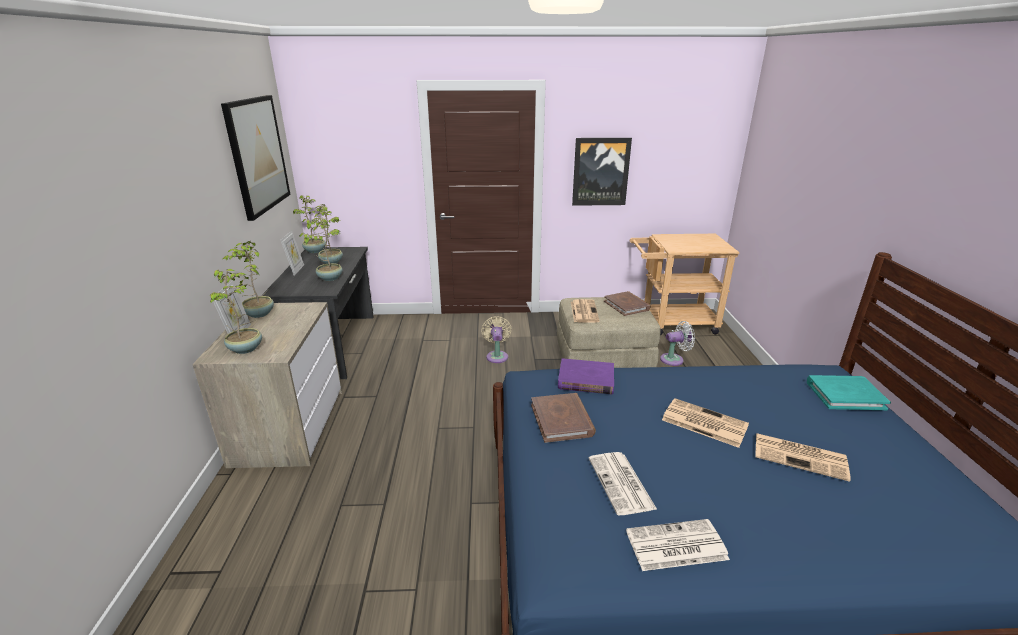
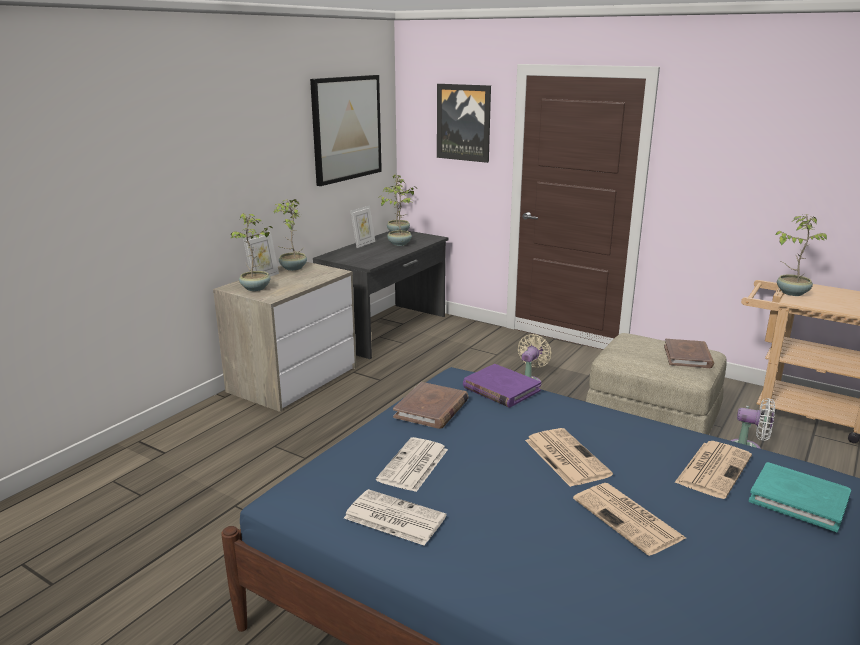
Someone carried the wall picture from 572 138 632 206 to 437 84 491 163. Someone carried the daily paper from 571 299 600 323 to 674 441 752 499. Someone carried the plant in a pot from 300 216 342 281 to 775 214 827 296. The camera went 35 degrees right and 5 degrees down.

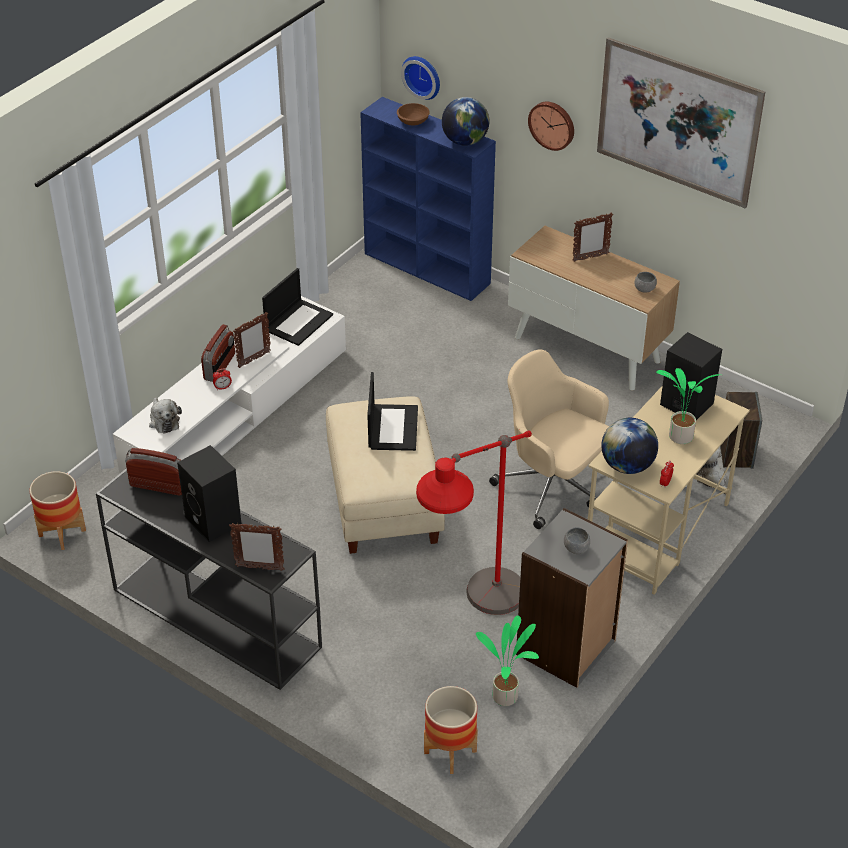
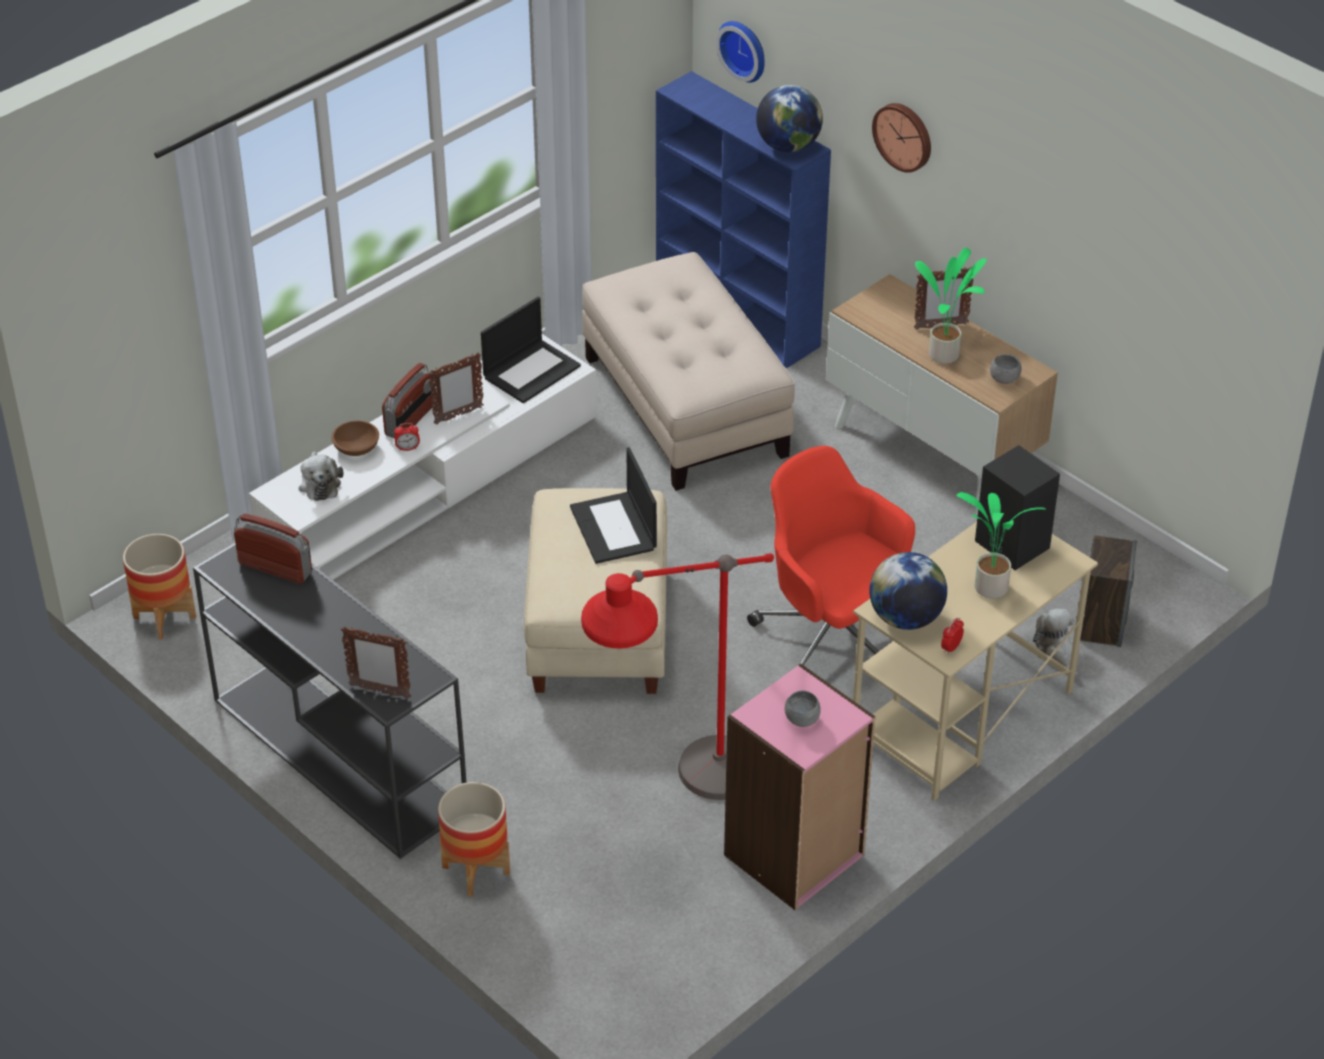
Someone carried the brownish deep dish from 397 103 430 125 to 331 421 379 456. Someone carried the flower pot from 424 686 478 774 to 438 782 510 897. Someone rotated the laptop at 367 372 418 451 by 150 degrees clockwise. Someone put down the beige footrest at 582 252 795 491. Someone repainted the grey shelving unit at 516 508 628 688, which became the pink-coloured shelving unit at 724 663 876 910. Someone repainted the beige office chair at 489 349 609 529, which became the reddish office chair at 747 446 915 665. Someone carried the plant in a pot from 476 615 539 706 to 915 248 987 364. Someone took away the blackish speaker at 177 445 241 542. Someone took away the wall picture at 597 37 765 209. The camera went 10 degrees right and 0 degrees up.

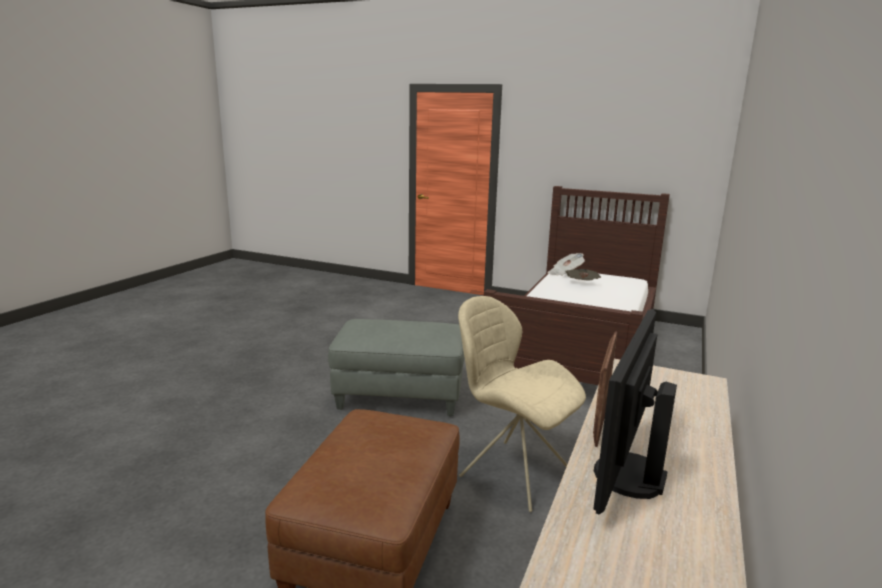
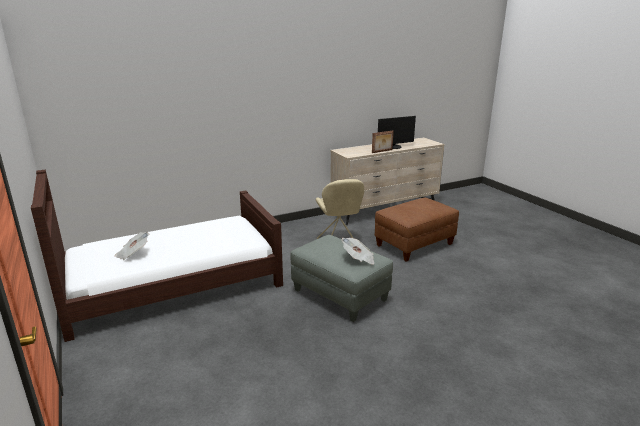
Someone carried the daily paper from 548 253 585 276 to 342 238 374 265. The camera went 140 degrees left and 5 degrees up.

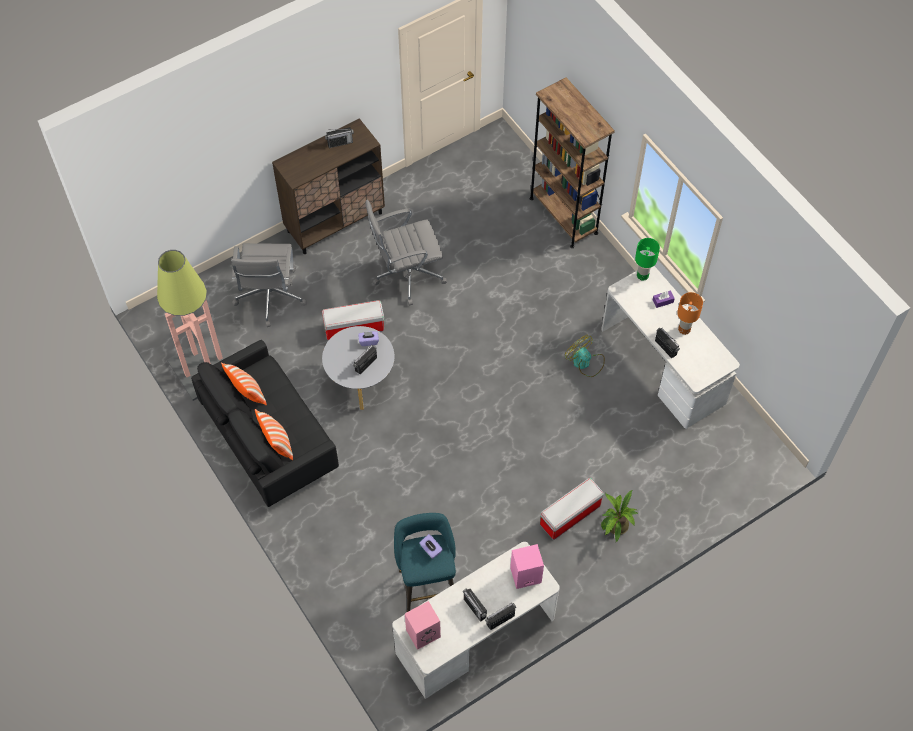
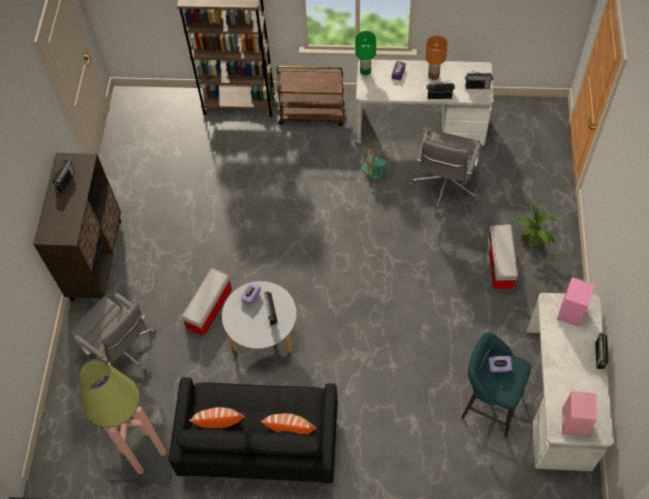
Someone put down the brownish cart at 277 66 345 126. Someone carried the grey office chair from 365 200 447 306 to 408 130 481 215. Someone carried the radio from 463 589 487 622 to 465 71 493 89. The camera went 50 degrees left and 0 degrees up.

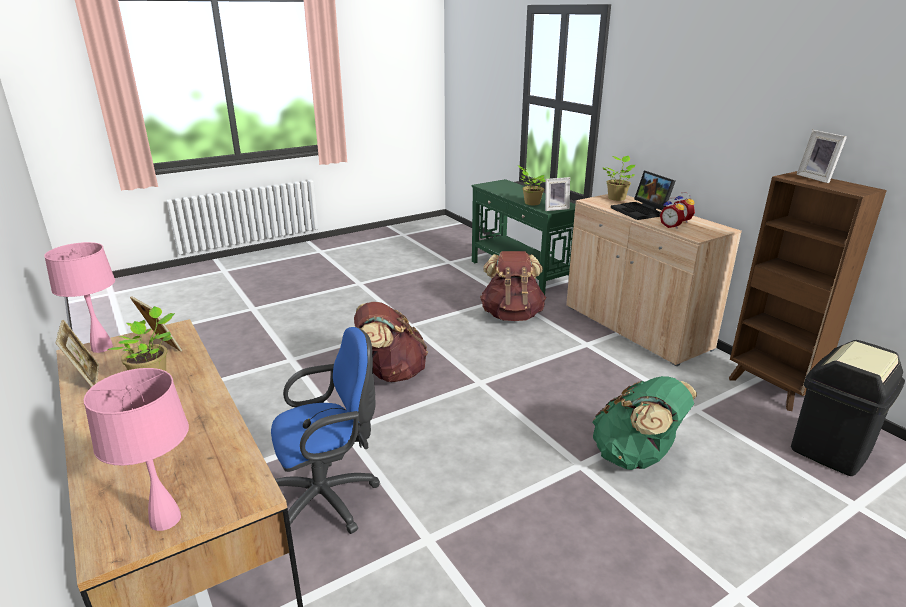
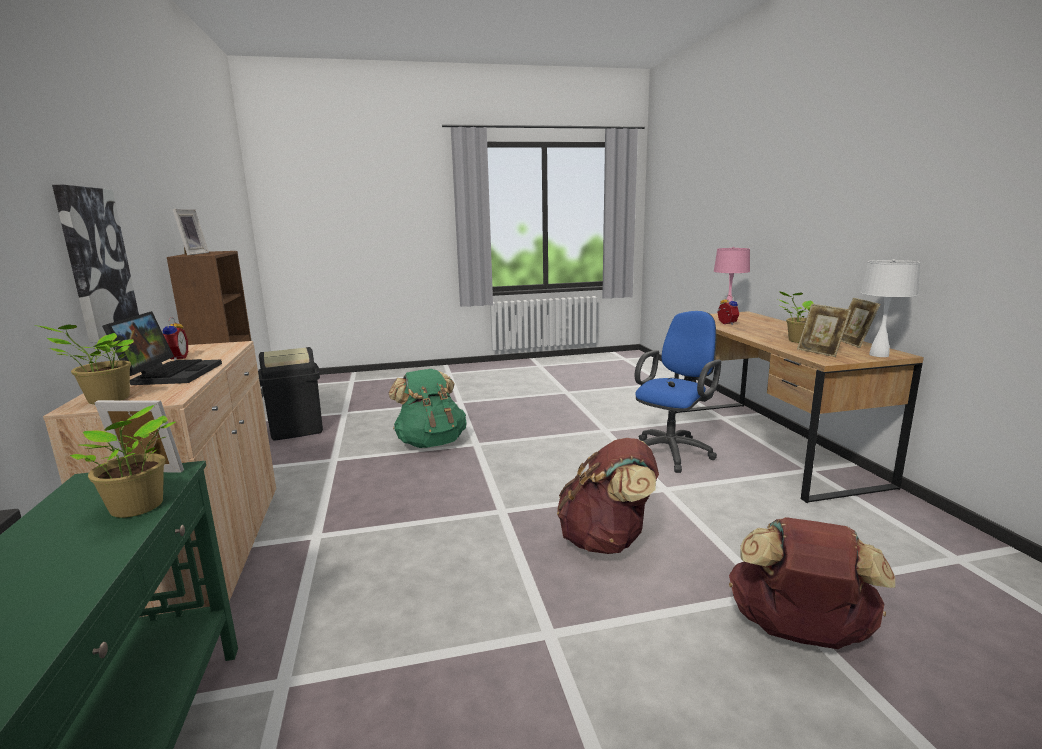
Someone put up the wall picture at 52 185 139 343. Someone rotated the blue office chair at 271 327 380 534 by 135 degrees clockwise. Someone carried the alarm clock from 660 198 685 229 to 717 295 739 325. Someone carried the brownish rucksack from 480 251 546 321 to 729 517 895 649. Someone repainted the pink-coloured lamp for a table at 44 242 115 353, which became the whitish lamp for a table at 860 259 920 357. The camera went 160 degrees left and 10 degrees down.

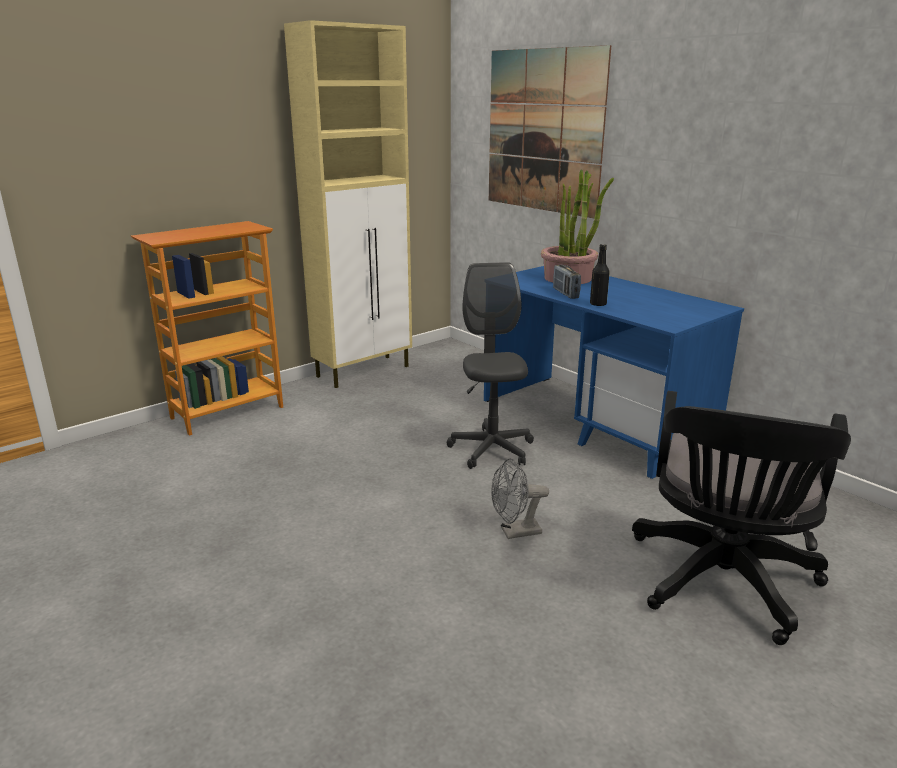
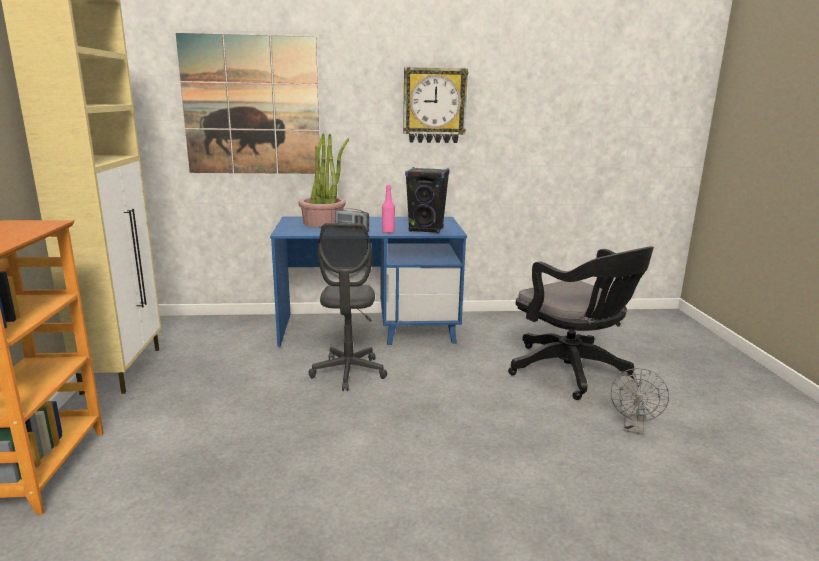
Someone rotated the grey office chair at 447 262 534 469 by 120 degrees counterclockwise. Someone repainted the blackish beverage bottle at 590 244 610 306, which became the pink-coloured beverage bottle at 382 185 395 233. Someone put up the hanging clock at 403 67 468 143. Someone put down the blackish speaker at 405 167 450 234. Someone carried the grey cooling fan from 491 458 549 539 to 611 368 669 435. The camera went 55 degrees left and 5 degrees down.

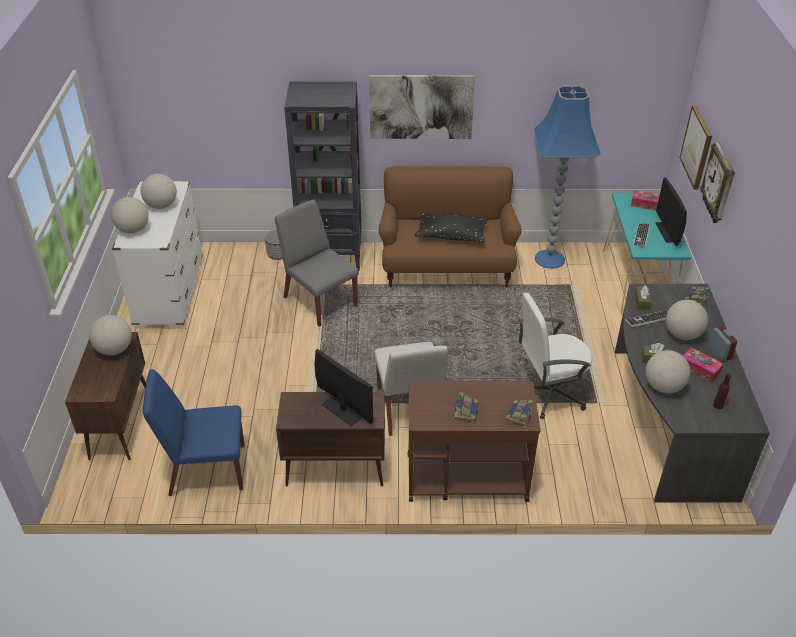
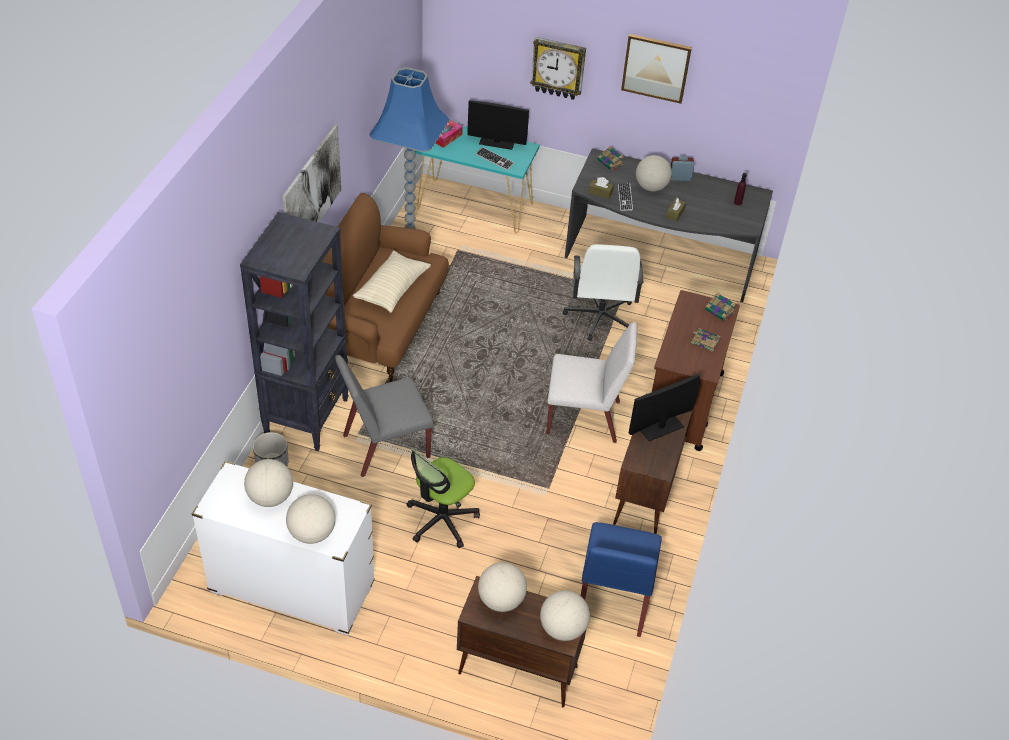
Someone repainted the blackish throw pillow at 415 213 488 243, which became the beige throw pillow at 353 250 431 313. Someone put down the office chair at 407 448 480 548. Someone carried the desk globe from 645 350 690 393 to 540 590 590 641. Someone carried the wall picture from 680 105 712 190 to 621 34 692 104. Someone took away the box of tissues at 682 347 723 383. The camera went 75 degrees left and 5 degrees up.

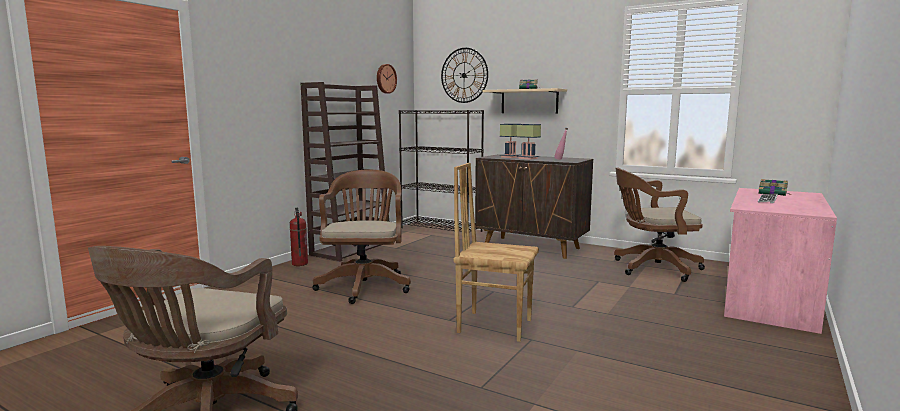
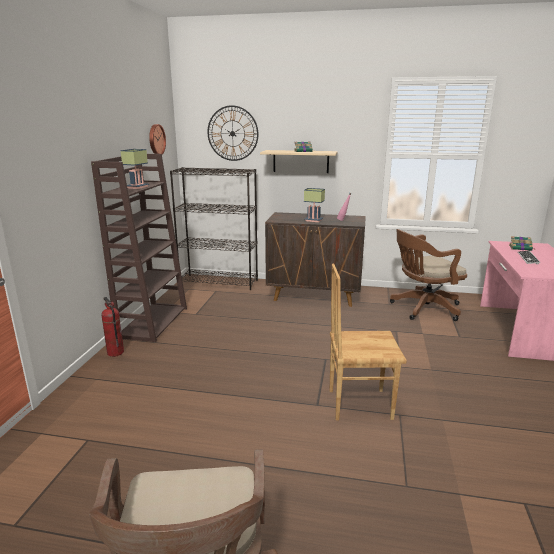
Someone carried the lamp for a table from 500 124 519 158 to 120 149 149 189. Someone took away the brownish office chair at 312 169 411 304. The camera went 20 degrees left and 10 degrees up.

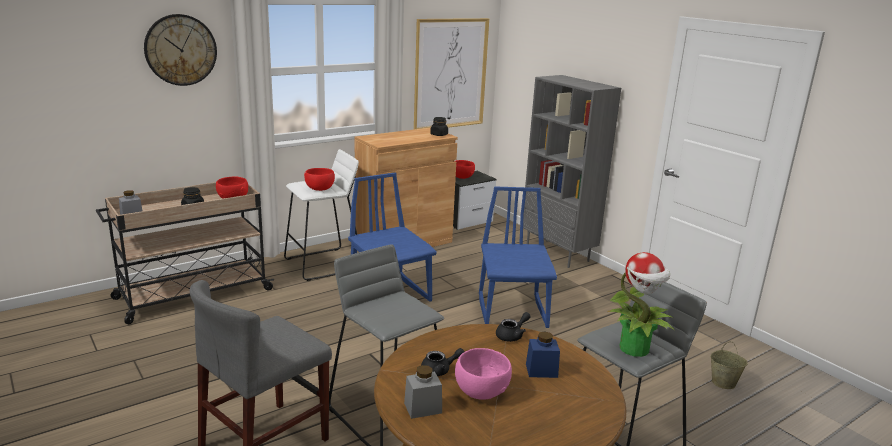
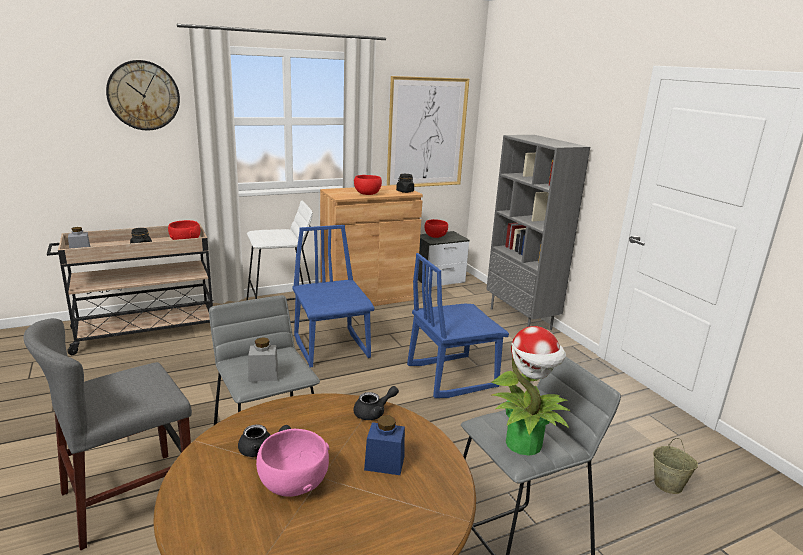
Someone carried the grey storage jar from 404 365 442 419 to 248 337 278 382. Someone carried the reddish deep dish from 304 168 335 191 to 354 175 382 195. Someone rotated the blue plain chair at 479 186 557 328 by 120 degrees counterclockwise. The camera went 10 degrees right and 0 degrees up.

